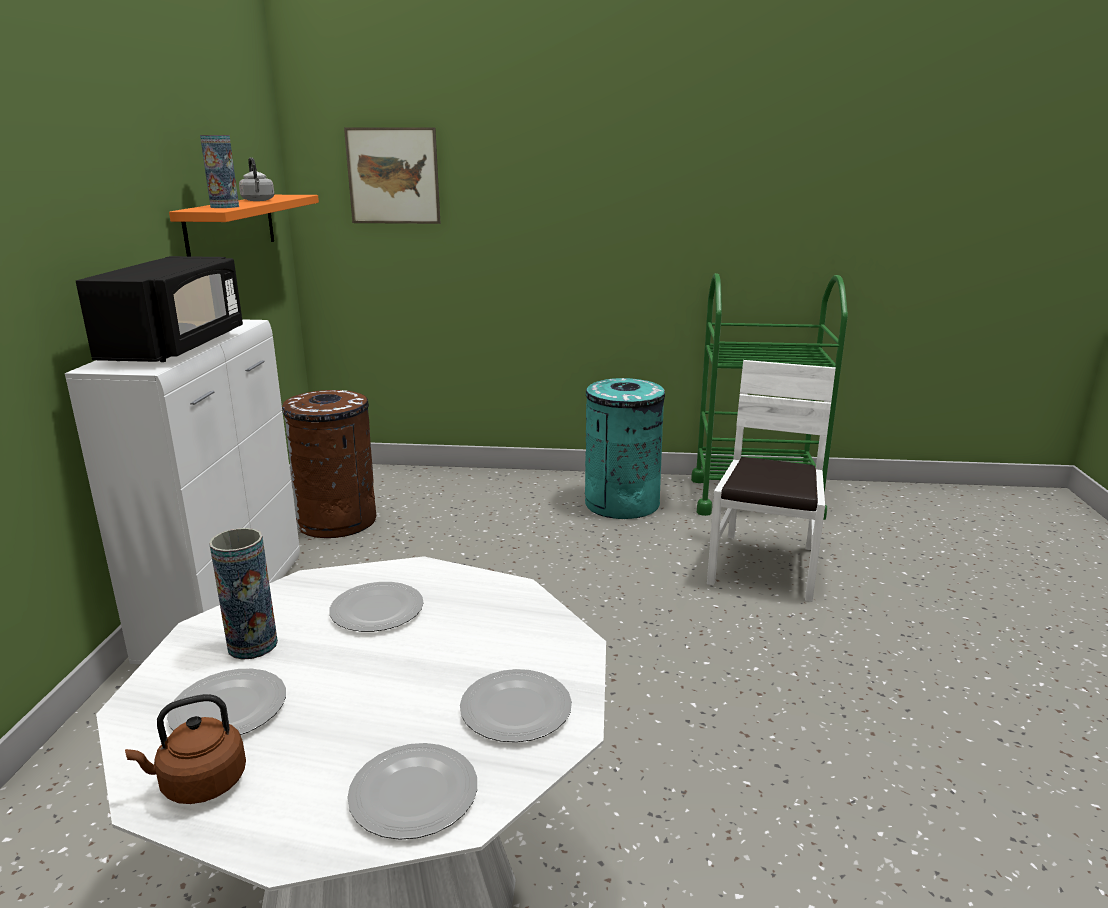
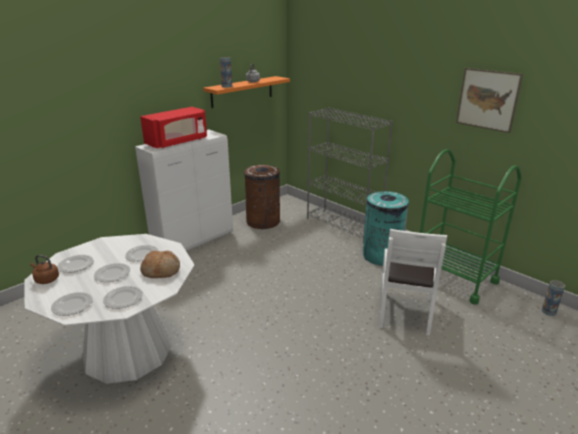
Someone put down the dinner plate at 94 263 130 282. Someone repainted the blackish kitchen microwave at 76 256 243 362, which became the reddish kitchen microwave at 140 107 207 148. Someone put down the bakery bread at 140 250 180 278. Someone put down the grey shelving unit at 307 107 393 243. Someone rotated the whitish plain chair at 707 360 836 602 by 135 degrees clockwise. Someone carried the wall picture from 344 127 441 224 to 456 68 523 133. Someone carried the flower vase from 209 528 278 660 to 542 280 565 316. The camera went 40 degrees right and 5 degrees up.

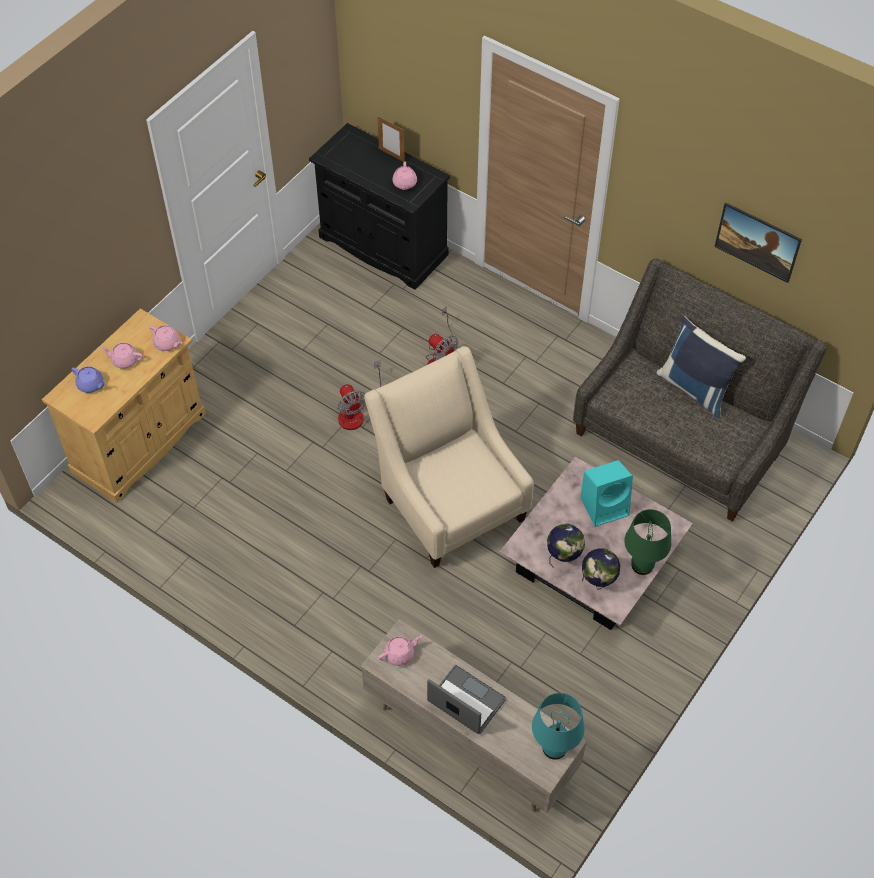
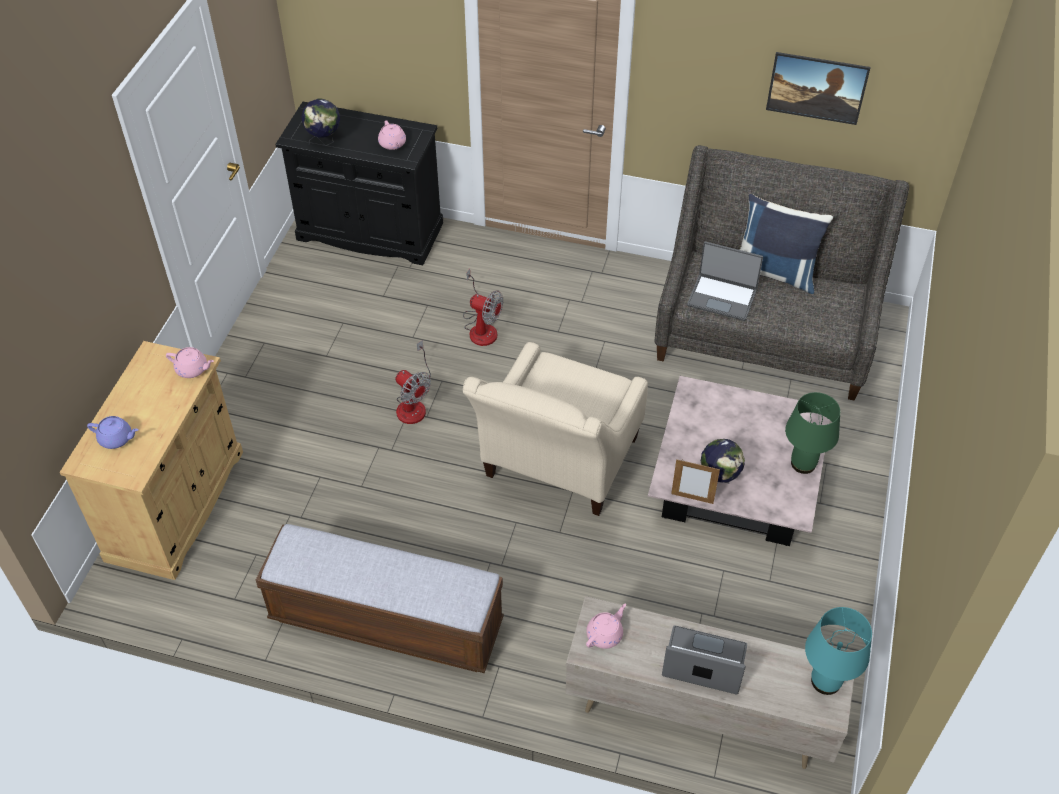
Someone put down the indoor bench at 256 524 504 673. Someone carried the desk globe from 582 548 620 590 to 302 99 340 146. Someone rotated the beige armchair at 364 346 534 568 by 105 degrees counterclockwise. Someone carried the picture frame from 377 116 405 162 to 671 459 720 504. Someone put down the laptop at 687 242 763 321. Someone took away the pink-coloured tea pot at 100 343 143 369. Someone took away the blue-green speaker at 580 460 633 527. The camera went 20 degrees left and 5 degrees down.

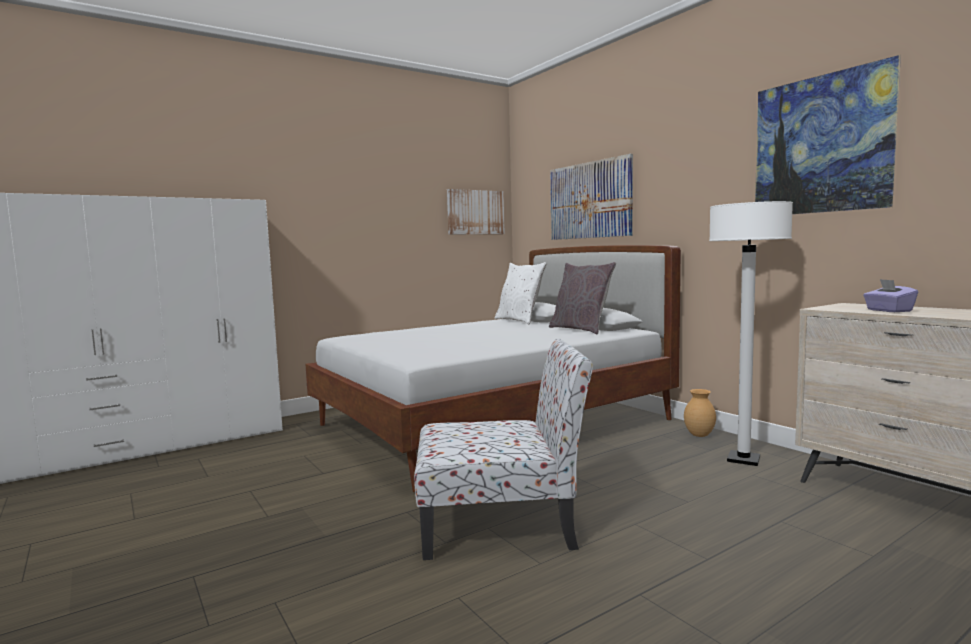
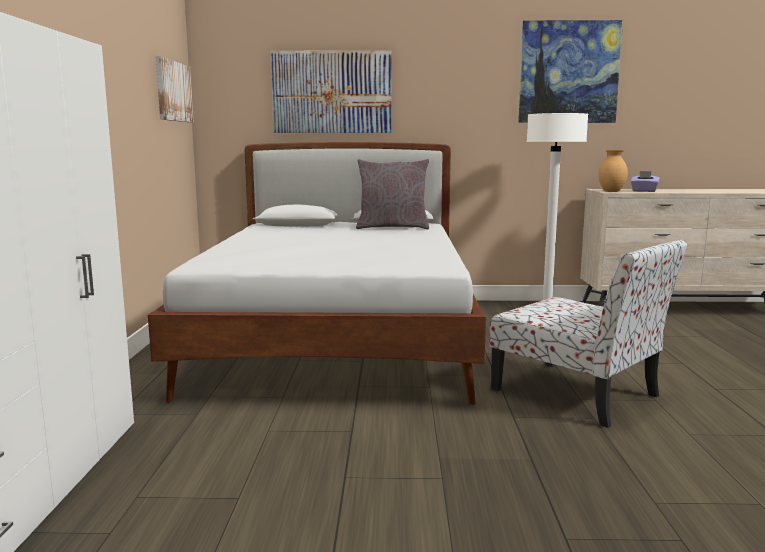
Someone rotated the plain chair at 414 339 593 560 by 105 degrees clockwise. Someone carried the brownish flower vase from 684 389 716 437 to 598 150 628 192. Someone took away the whitish throw pillow at 495 262 547 324. The camera went 55 degrees left and 5 degrees up.

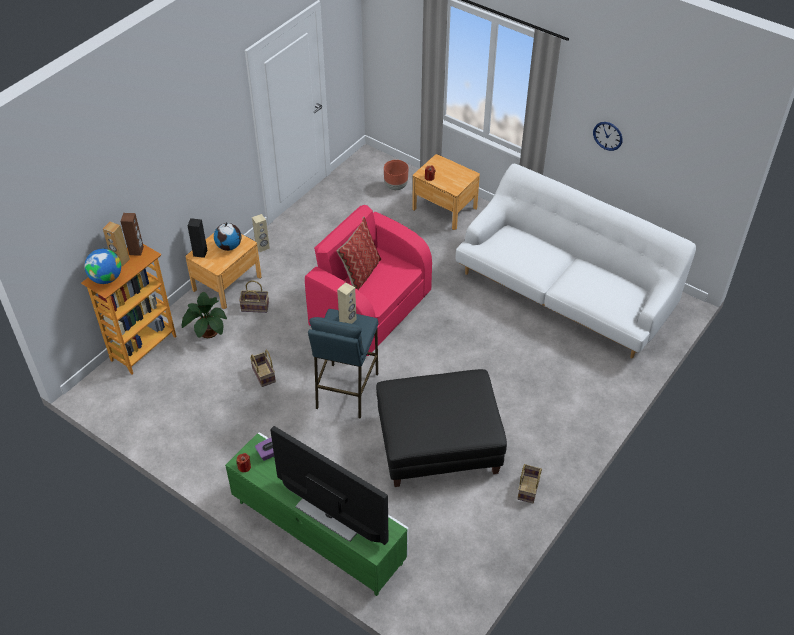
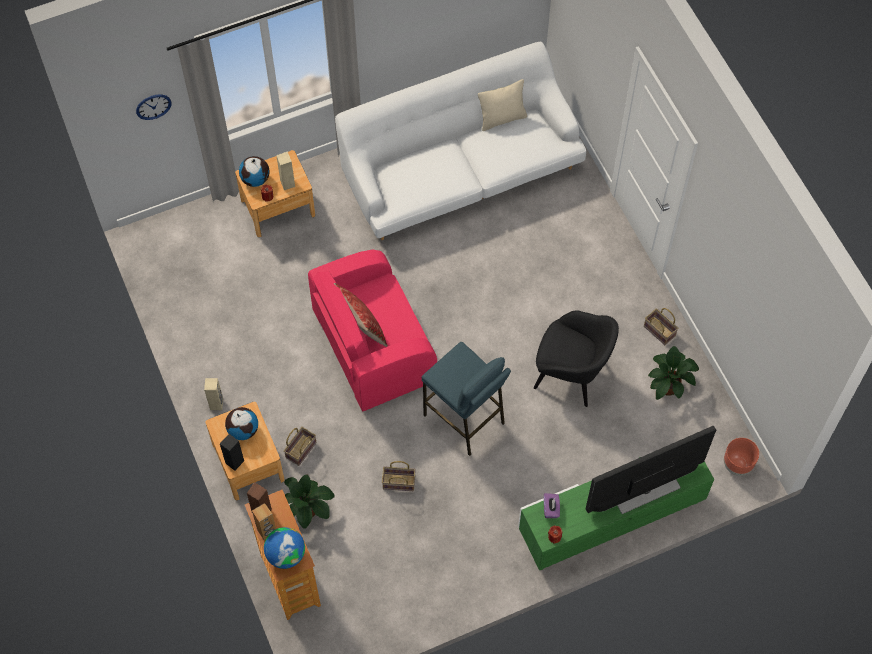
Someone carried the hanging clock from 593 122 623 151 to 136 94 172 120. Someone put down the desk globe at 239 156 269 187. Someone carried the beige speaker from 337 282 357 324 to 276 151 295 190. Someone put down the beige throw pillow at 478 79 527 131. Someone swapped the blackish footrest at 376 369 507 487 for the blackish armchair at 534 310 619 407. Someone put down the plant in a pot at 648 346 699 400. Someone carried the brownish flower pot from 384 160 408 190 to 724 438 759 476. The camera went 60 degrees left and 15 degrees up.

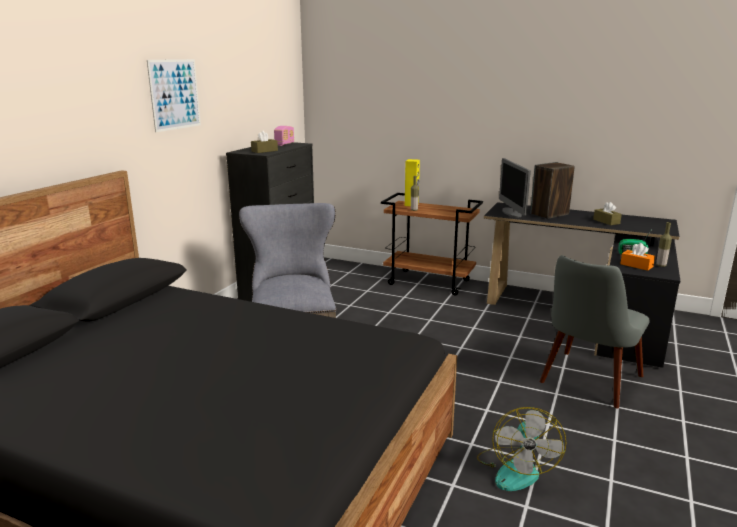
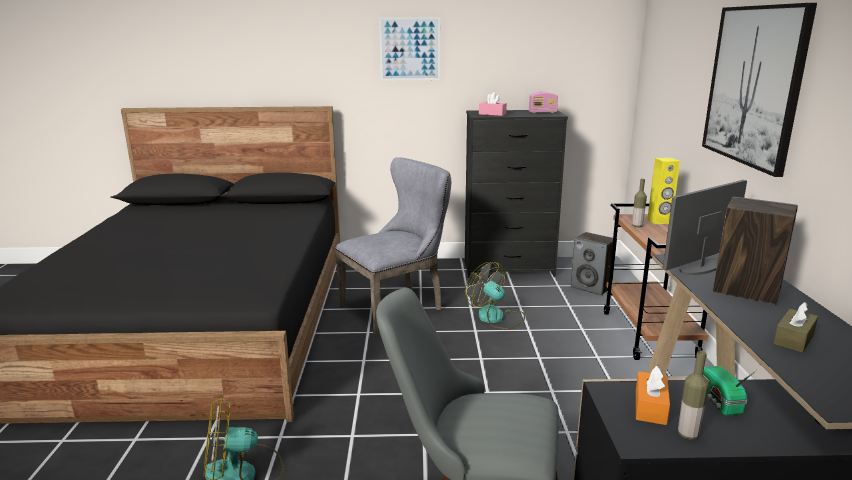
Someone put down the cooling fan at 465 262 525 330. Someone repainted the brownish box of tissues at 251 131 278 153, which became the pink-coloured box of tissues at 479 92 507 116. Someone put down the speaker at 571 232 617 296. Someone put up the wall picture at 702 3 817 177. The camera went 65 degrees right and 0 degrees up.

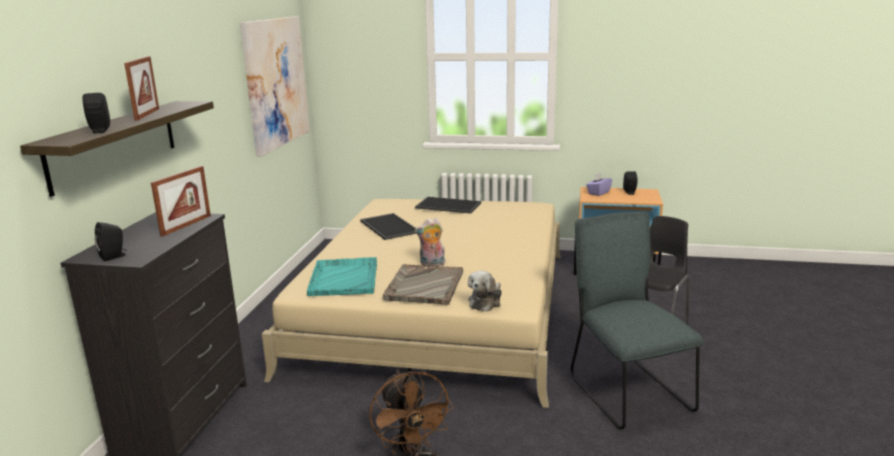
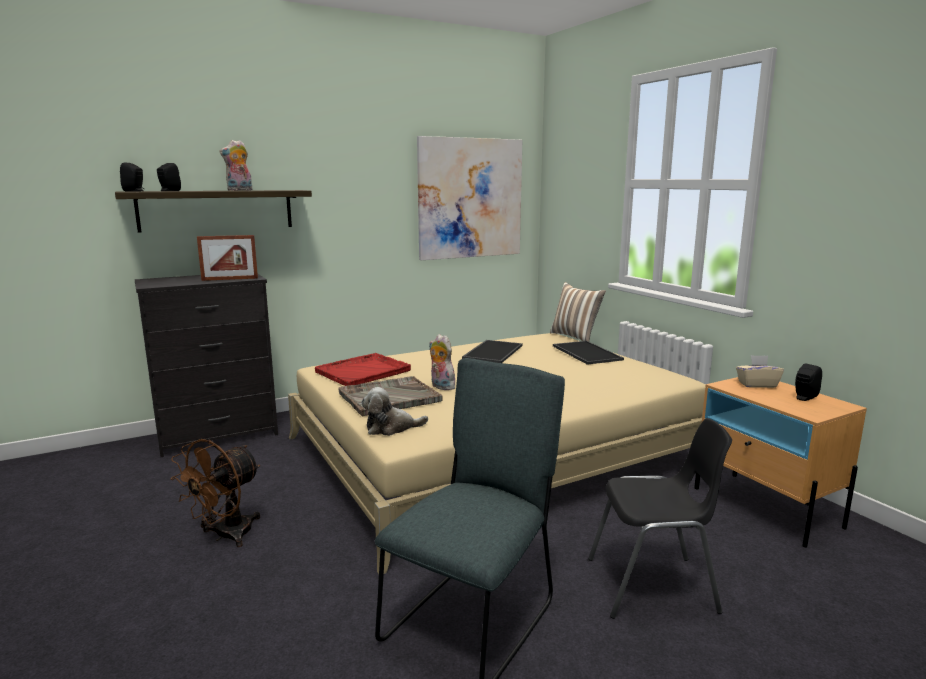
Someone carried the blackish speaker from 95 222 127 261 to 120 163 145 191. Someone swapped the picture frame at 124 56 159 121 for the plush toy at 219 140 252 191. Someone repainted the blue-green serving tray at 307 257 377 296, which became the reddish serving tray at 315 353 411 386. Someone put down the throw pillow at 550 282 606 342. Someone repainted the purplish box of tissues at 586 172 612 196, which became the beige box of tissues at 736 355 784 388. The camera went 50 degrees right and 5 degrees down.

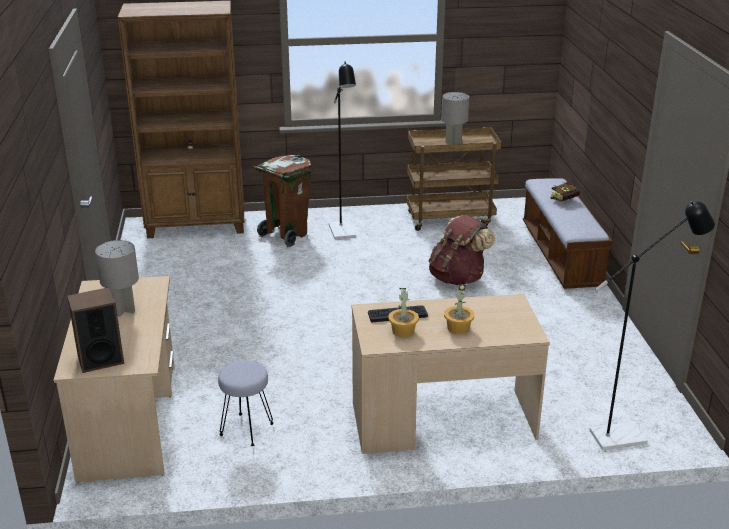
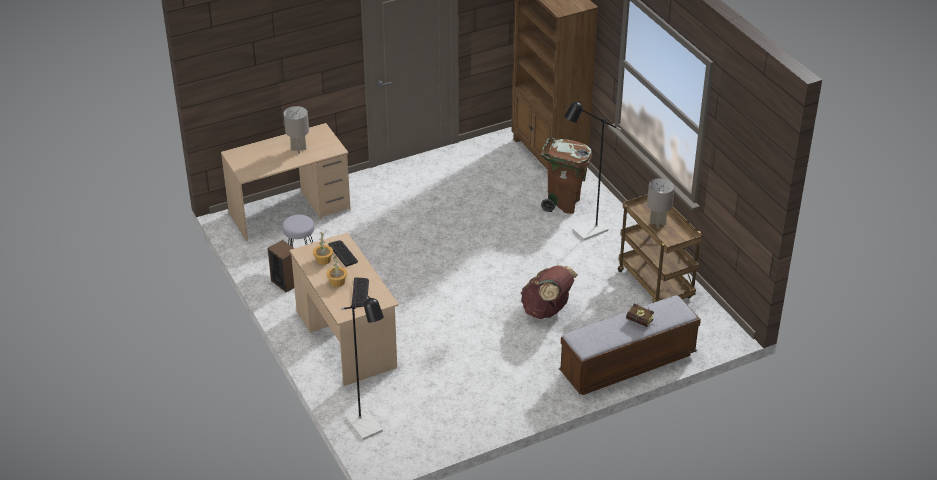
Someone carried the speaker from 67 287 124 373 to 268 240 294 292. Someone put down the PC keyboard at 352 277 369 306. The camera went 70 degrees right and 10 degrees up.

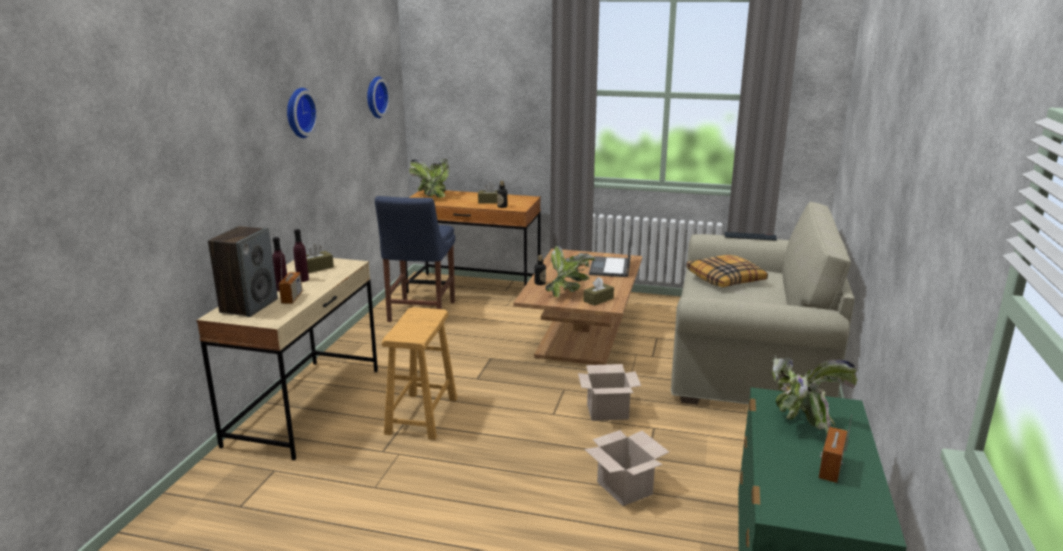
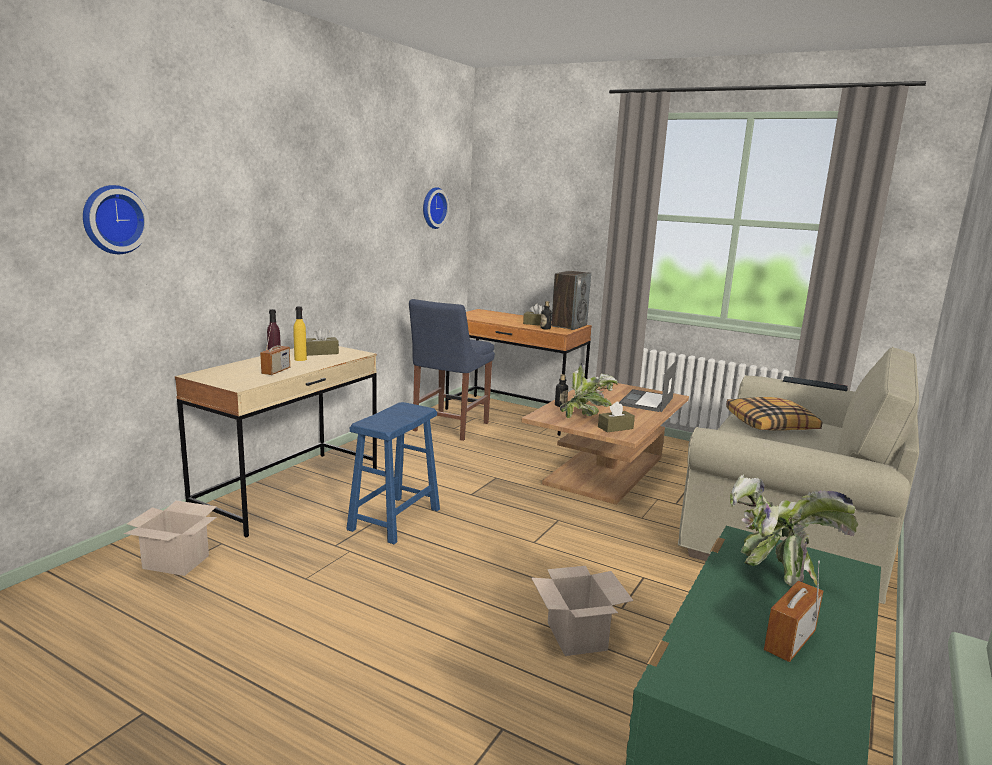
Someone carried the hanging clock from 287 88 318 138 to 83 185 149 254. Someone carried the packing box from 578 364 641 421 to 124 501 217 576. Someone repainted the purplish beverage bottle at 293 229 309 282, which became the yellow beverage bottle at 293 306 307 361. Someone repainted the brownish sitting stool at 382 307 457 440, which became the blue sitting stool at 346 402 440 544. Someone carried the speaker from 208 226 278 317 to 551 271 591 330. Someone took away the plant in a pot at 409 159 449 198. The camera went 15 degrees right and 5 degrees down.

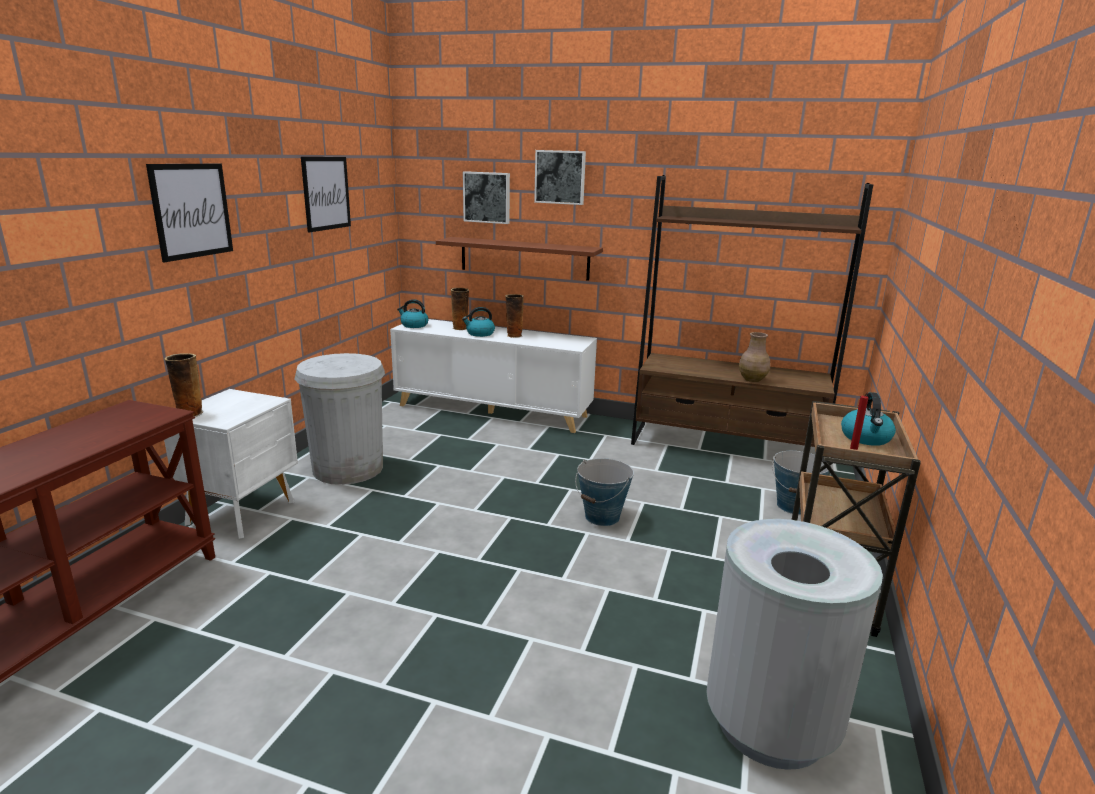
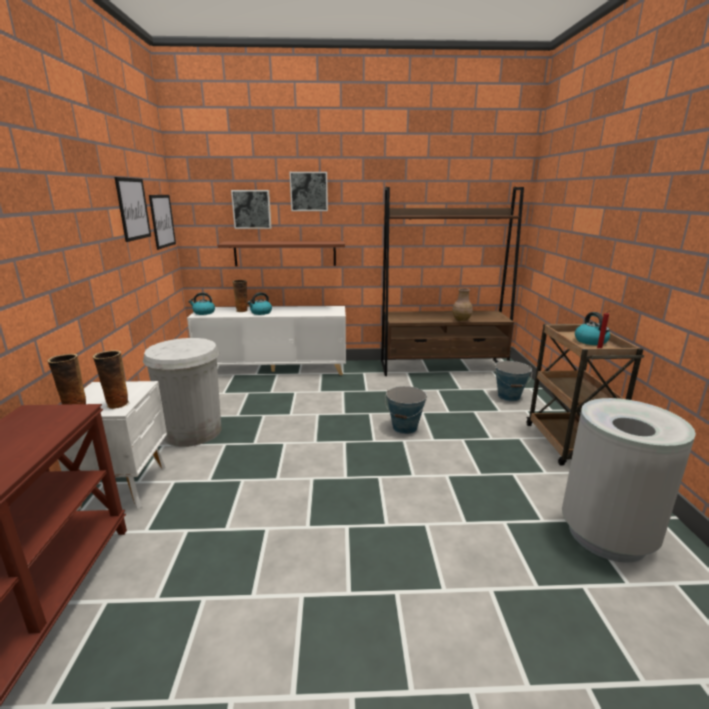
Someone carried the flower vase from 505 294 524 338 to 93 350 130 409. Someone carried the wall picture from 146 164 233 262 to 149 195 176 250. The camera went 20 degrees left and 0 degrees up.

